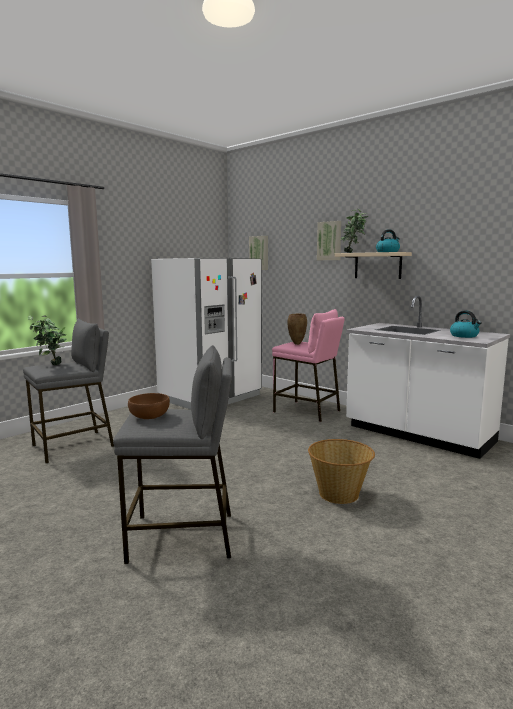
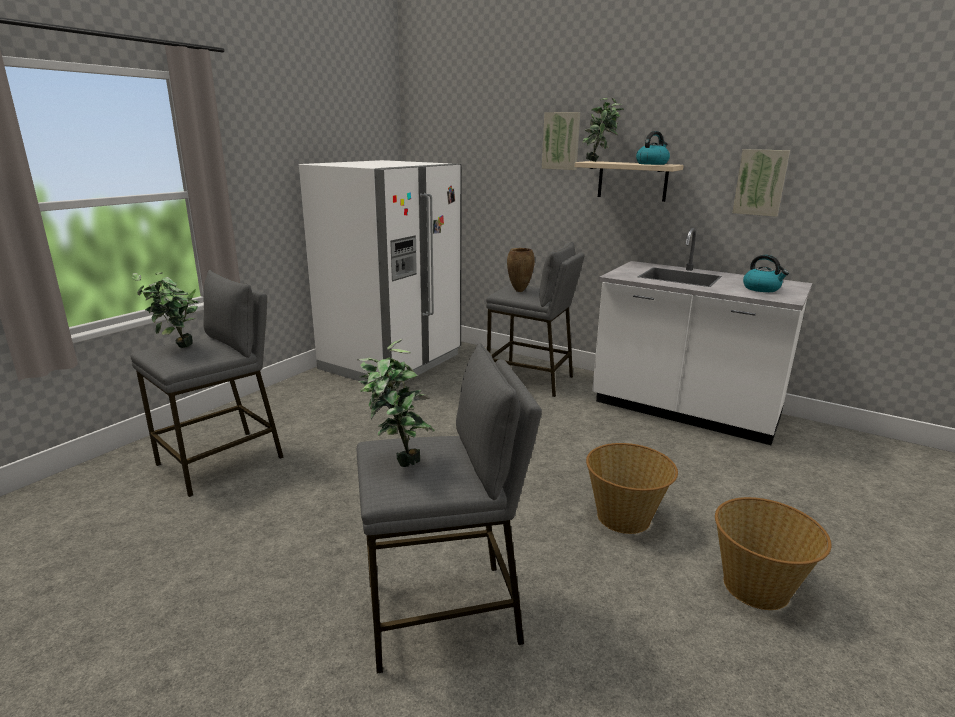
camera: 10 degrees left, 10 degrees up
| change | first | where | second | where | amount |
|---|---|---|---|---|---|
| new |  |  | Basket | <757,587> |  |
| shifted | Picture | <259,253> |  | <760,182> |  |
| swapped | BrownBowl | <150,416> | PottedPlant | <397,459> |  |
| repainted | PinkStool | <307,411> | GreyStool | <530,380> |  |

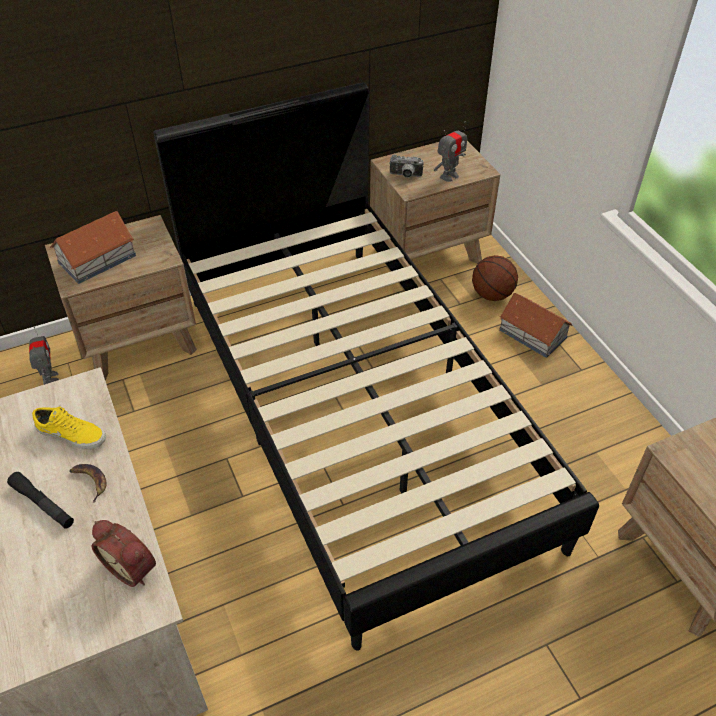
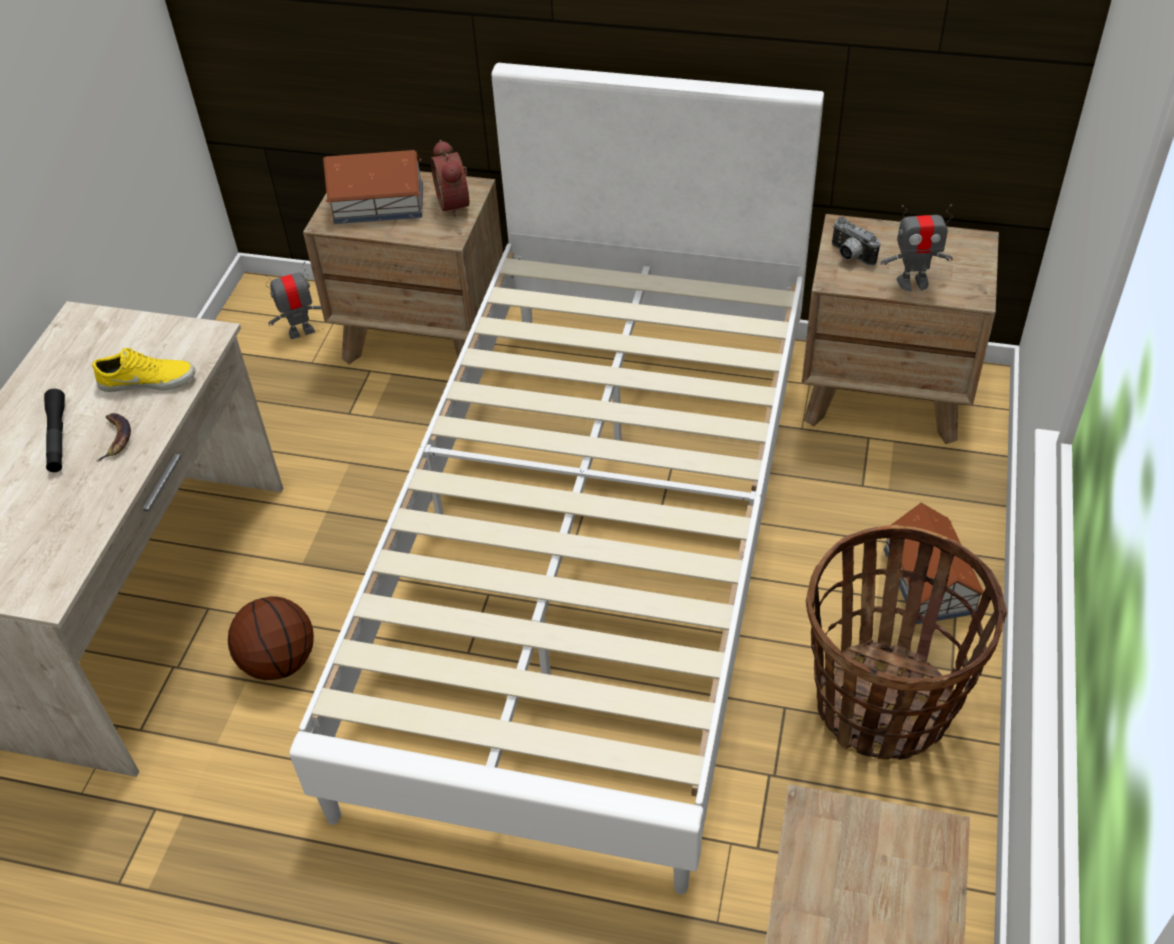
camera: 40 degrees right, 0 degrees up
| change | first | where | second | where | amount |
|---|---|---|---|---|---|
| new |  |  | Basket | <882,705> |  |
| shifted | AlarmClock | <132,566> |  | <456,203> |  |
| shifted | Basketball | <492,294> |  | <280,662> |  |
| repainted | BlackBed | <357,410> | WhiteBed | <592,550> |  |
| rotated | ToyRobot | <50,378> |  | <301,331> | 135 degrees counterclockwise |
| rotated | YellowShoe | <73,433> |  | <148,380> | 60 degrees counterclockwise |

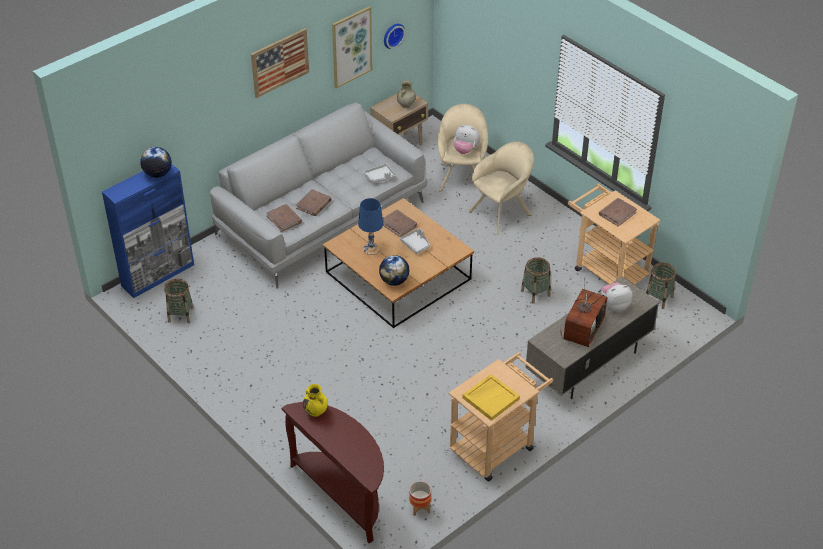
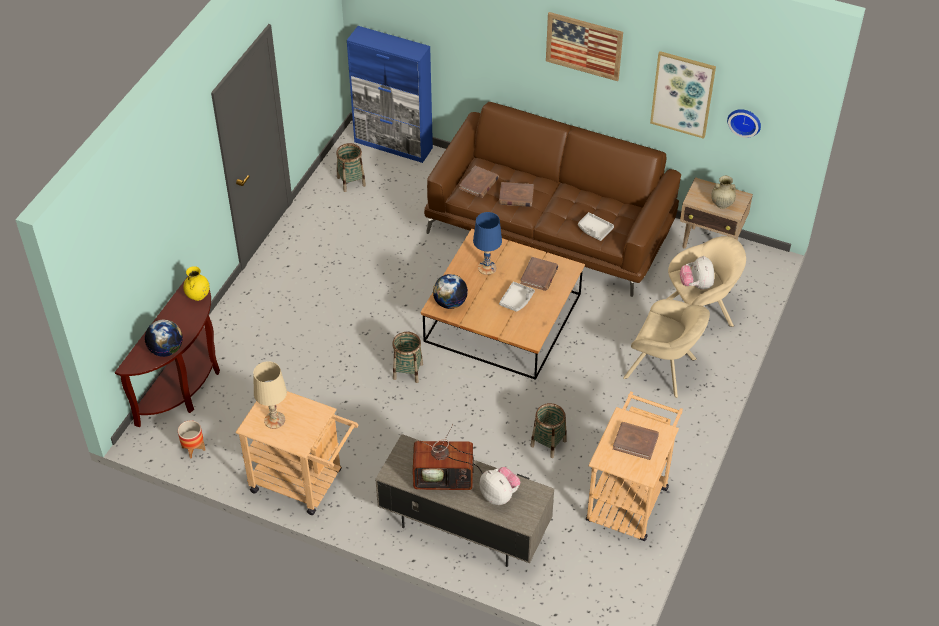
camera: 65 degrees right, 5 degrees up
| change | first | where | second | where | amount |
|---|---|---|---|---|---|
| shifted | Globe | <158,174> |  | <166,350> |  |
| shifted | Basket | <658,298> |  | <408,371> |  |
| swapped | YellowTray | <491,398> | BeigeTableLamp | <275,420> |  |
| repainted | GreySofa | <322,217> | BrownSofa | <551,226> |  |

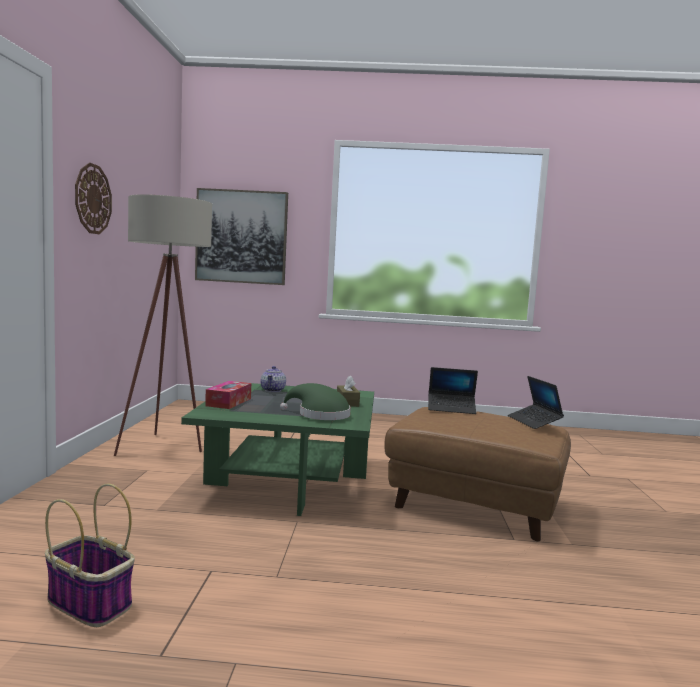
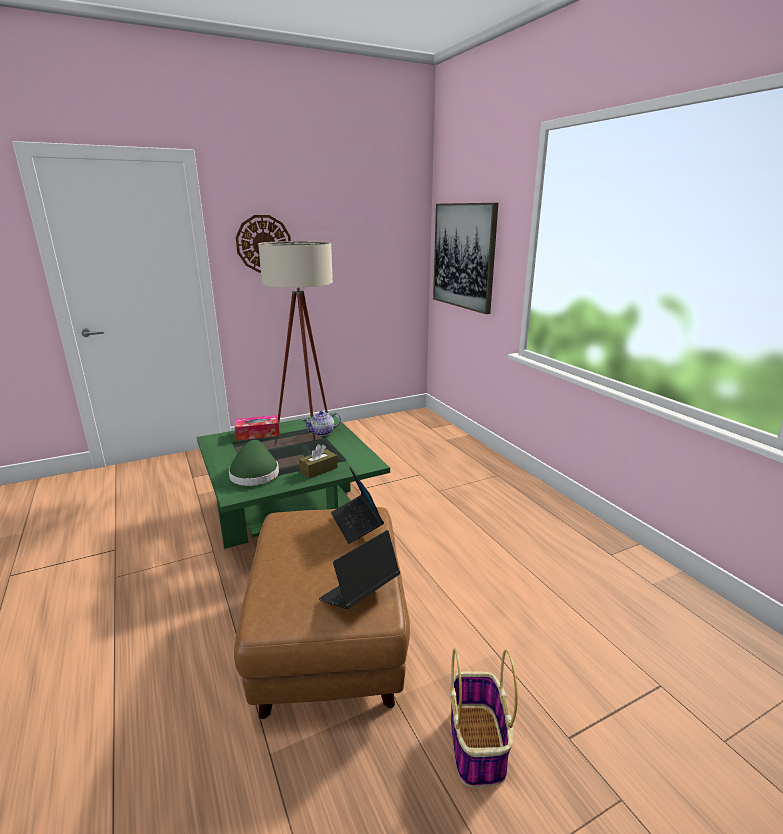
camera: 60 degrees right, 15 degrees up
| change | first | where | second | where | amount |
|---|---|---|---|---|---|
| shifted | Basket | <91,603> |  | <477,745> |  |

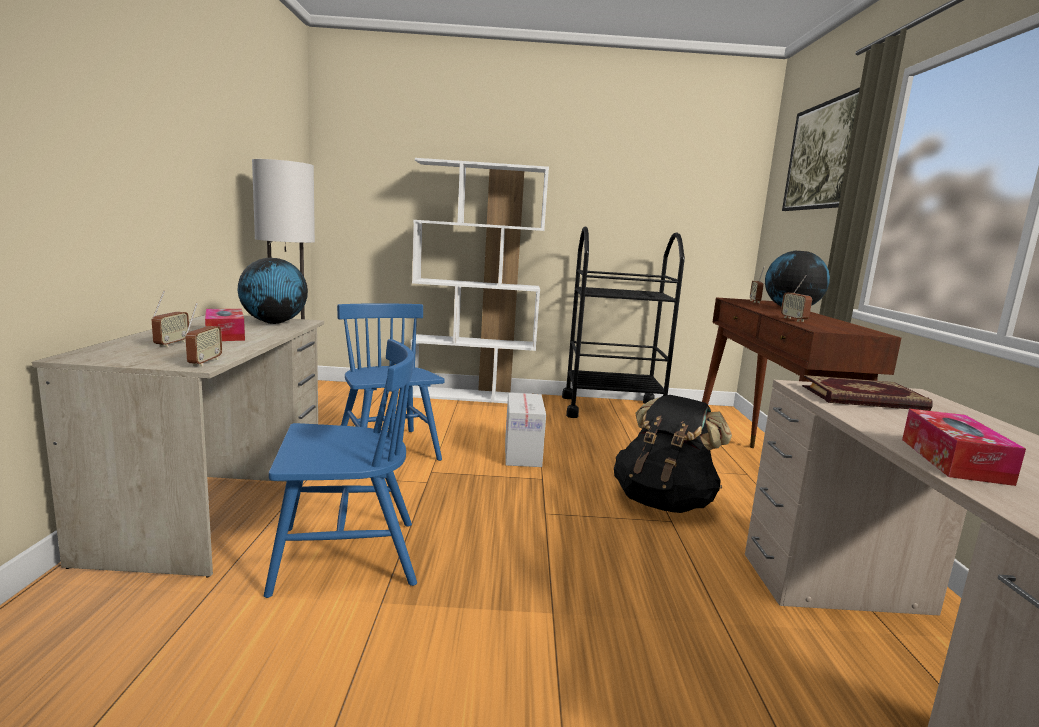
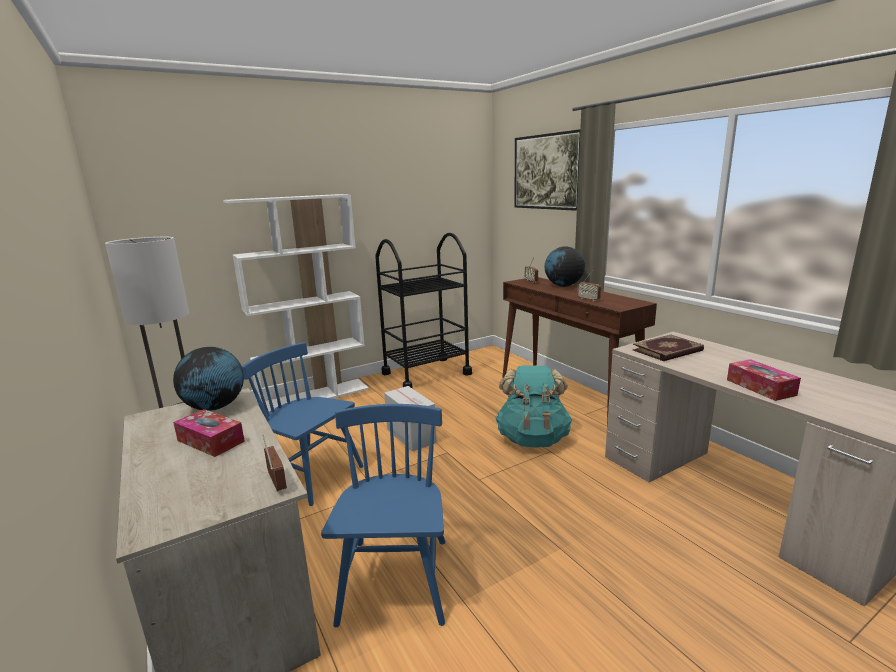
camera: 30 degrees left, 5 degrees up
| change | first | where | second | where | amount |
|---|---|---|---|---|---|
| gone | Radio | <171,344> |  |  |  |
| repainted | BlackBackpack | <664,502> | TurquoiseBackpack | <533,439> |  |
| rotated | BlueChair | <345,556> |  | <396,581> | 45 degrees counterclockwise |

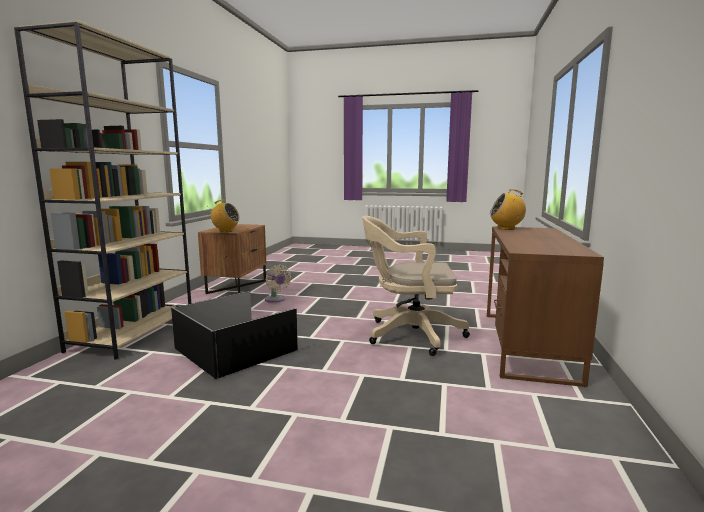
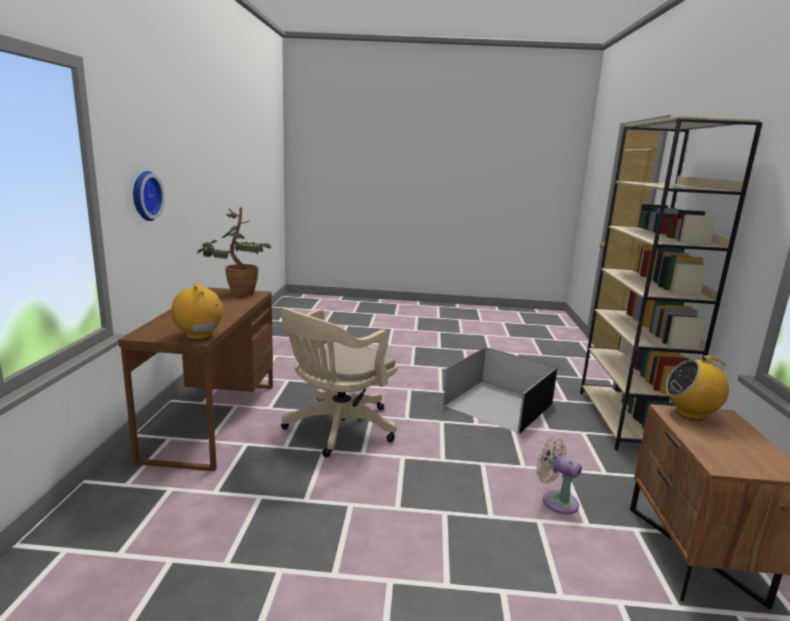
camera: 170 degrees right, 5 degrees up
| change | first | where | second | where | amount |
|---|---|---|---|---|---|
| new |  |  | WallClock | <144,195> |  |
| new |  |  | PottedPlant | <237,292> |  |
| rotated | BeigeOfficeChair | <409,334> |  | <336,429> | 135 degrees clockwise |
| rotated | Radio | <506,228> |  | <199,336> | 120 degrees counterclockwise |

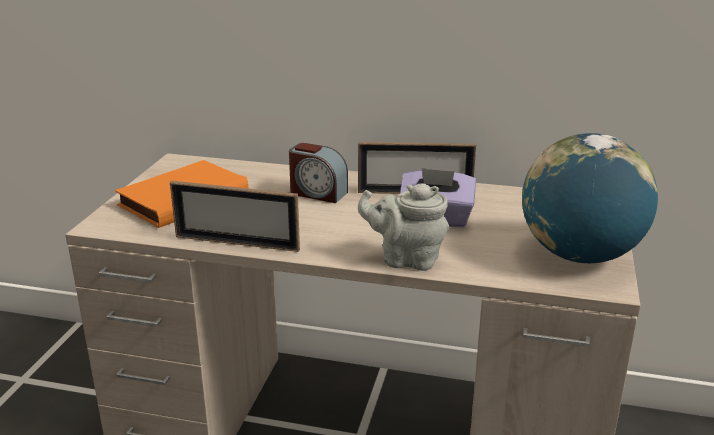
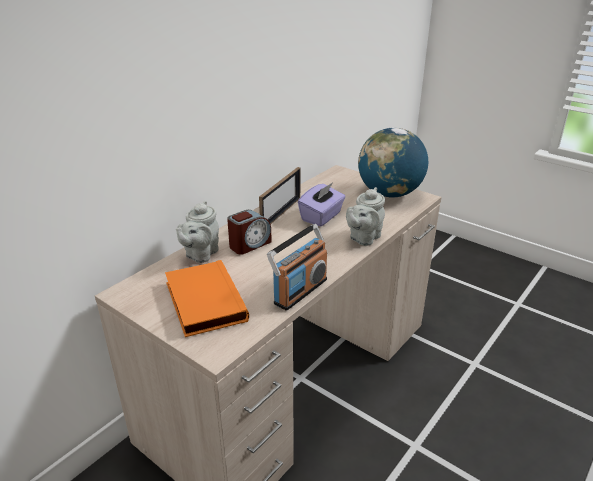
camera: 65 degrees left, 5 degrees up
| change | first | where | second | where | amount |
|---|---|---|---|---|---|
| new |  |  | GreyTeapot | <200,255> |  |
| swapped | PictureFrame | <237,243> | Radio | <300,291> |  |

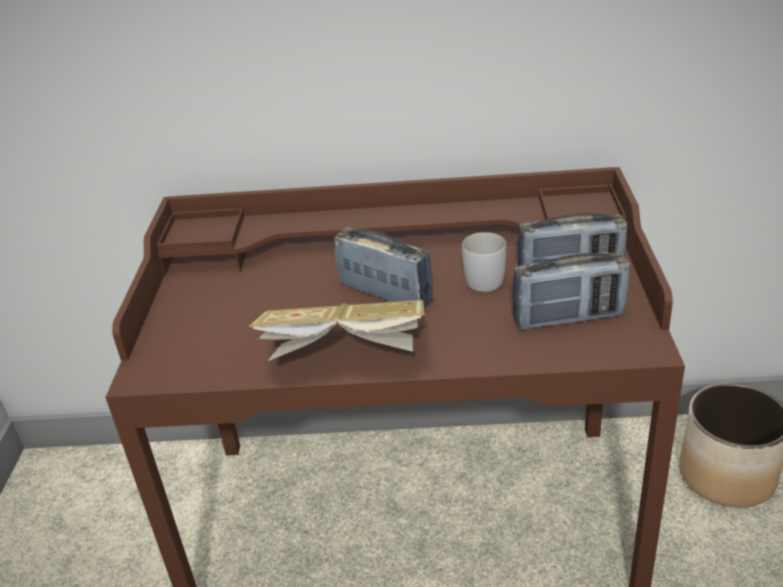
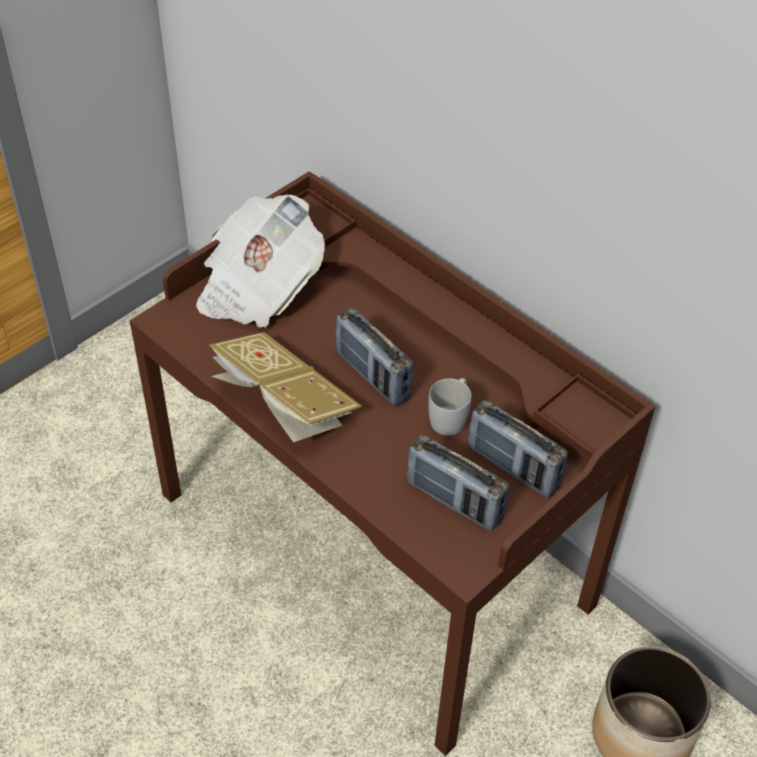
camera: 40 degrees right, 15 degrees up
| change | first | where | second | where | amount |
|---|---|---|---|---|---|
| new |  |  | Newspaper | <258,287> |  |
| rotated | Radio | <385,294> |  | <372,376> | 150 degrees clockwise |

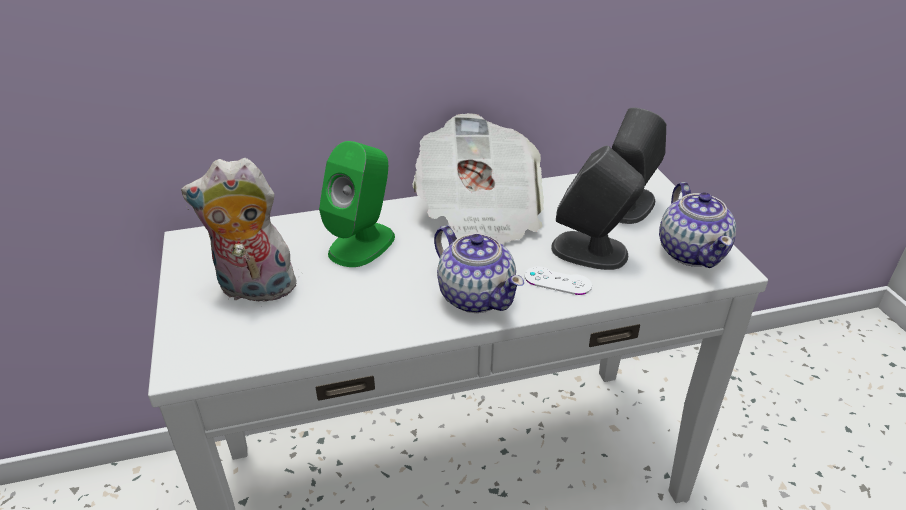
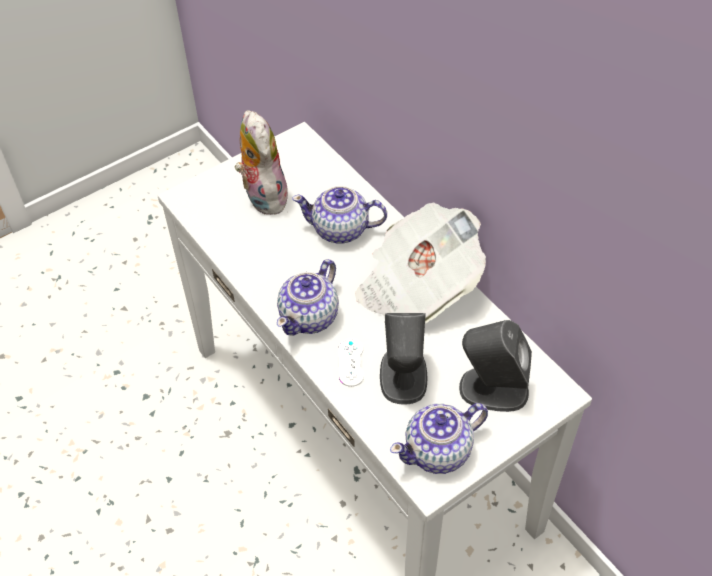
camera: 70 degrees right, 15 degrees up
| change | first | where | second | where | amount |
|---|---|---|---|---|---|
| swapped | GreenSpeaker | <362,244> | Teapot | <341,230> |  |

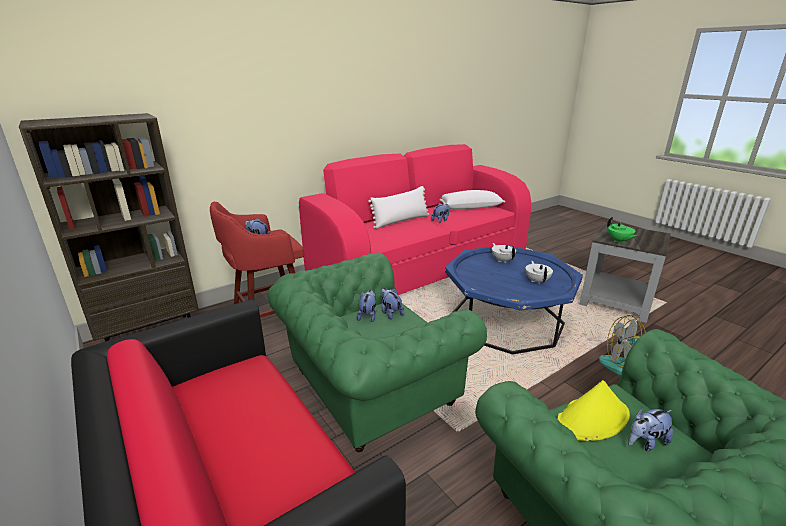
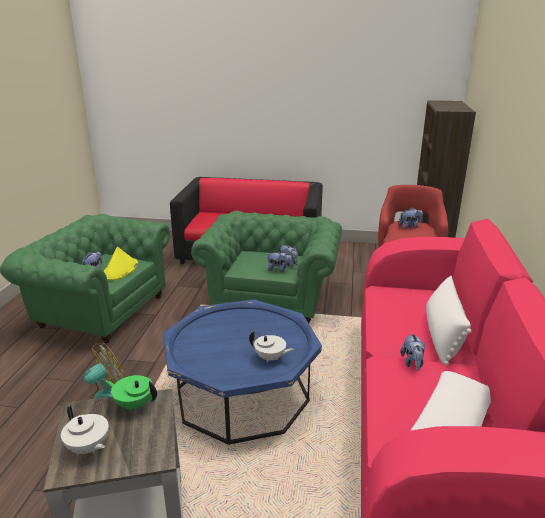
camera: 135 degrees right, 0 degrees up
| change | first | where | second | where | amount |
|---|---|---|---|---|---|
| shifted | WhiteTeapot | <537,281> |  | <88,448> |  |

